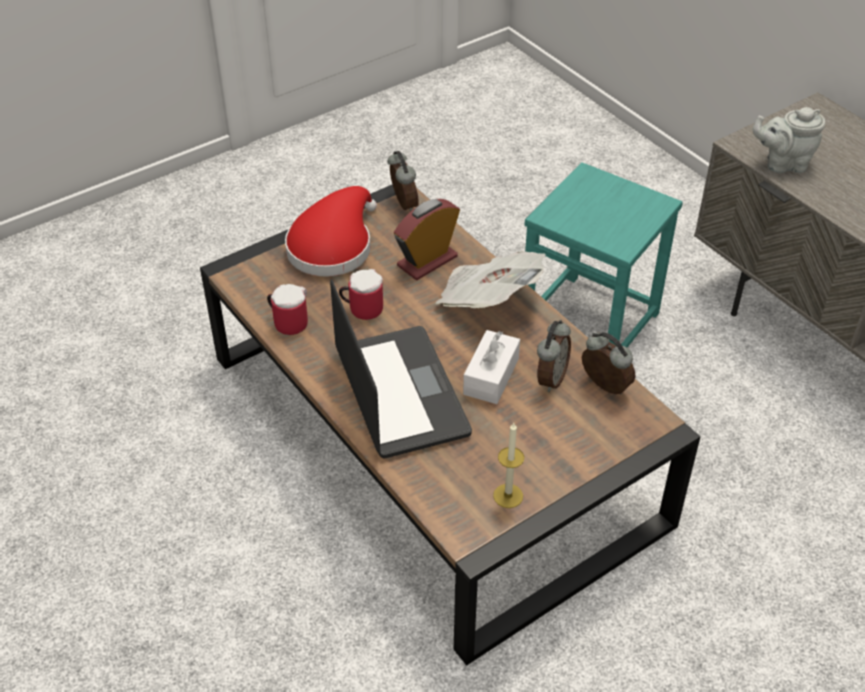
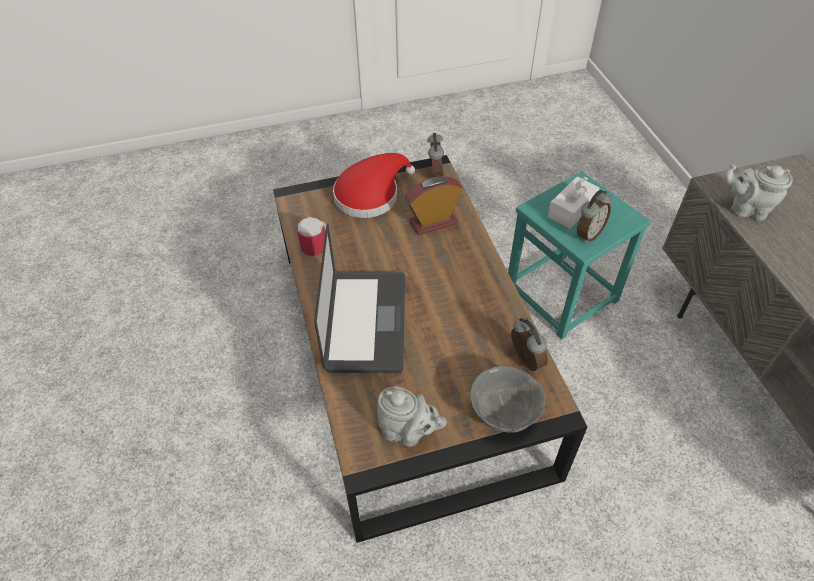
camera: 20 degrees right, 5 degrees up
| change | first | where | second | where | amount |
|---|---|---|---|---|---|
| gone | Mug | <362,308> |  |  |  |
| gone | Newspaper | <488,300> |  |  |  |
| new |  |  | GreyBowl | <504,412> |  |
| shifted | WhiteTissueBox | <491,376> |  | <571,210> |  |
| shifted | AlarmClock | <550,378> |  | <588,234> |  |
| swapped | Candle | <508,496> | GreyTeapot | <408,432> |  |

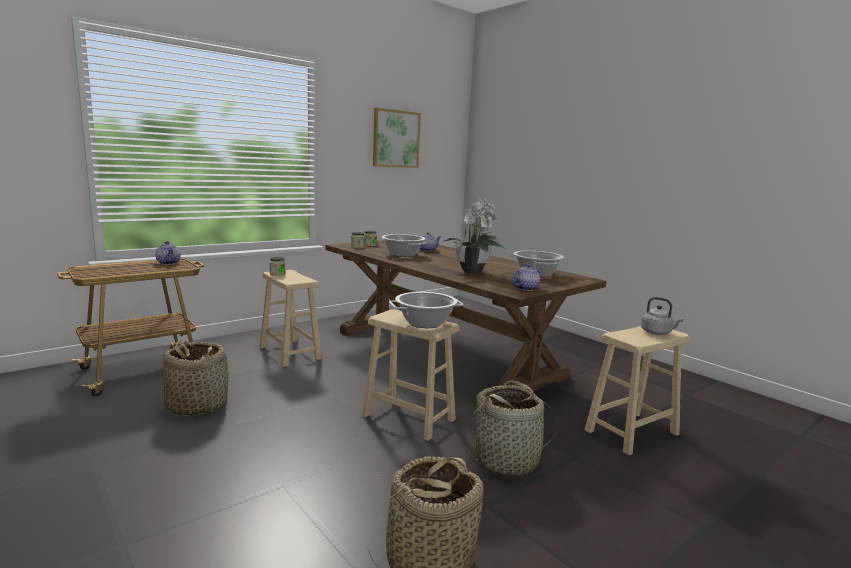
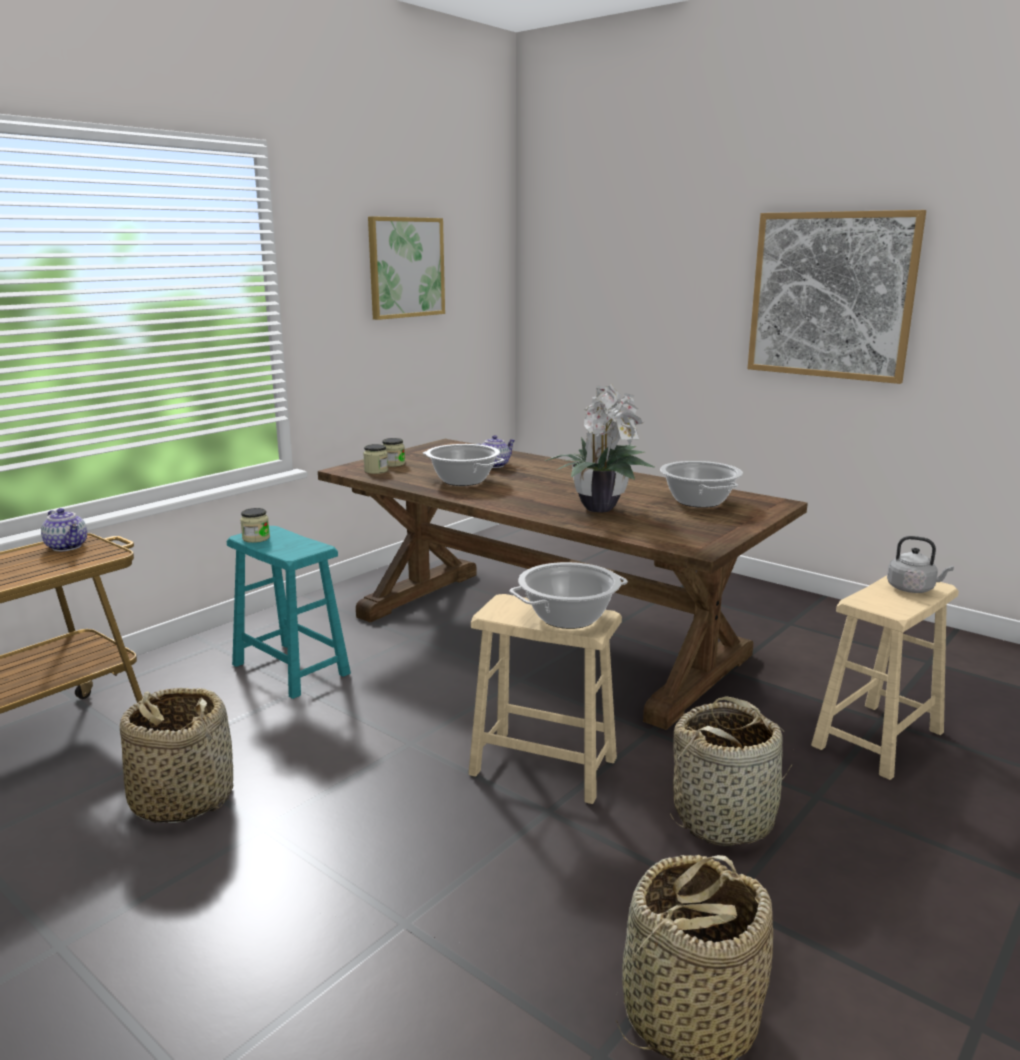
camera: 10 degrees left, 5 degrees up
| change | first | where | second | where | amount |
|---|---|---|---|---|---|
| gone | Teapot | <525,288> |  |  |  |
| new |  |  | Picture | <831,295> |  |
| repainted | BeigeStool | <289,353> | TurquoiseStool | <290,669> |  |

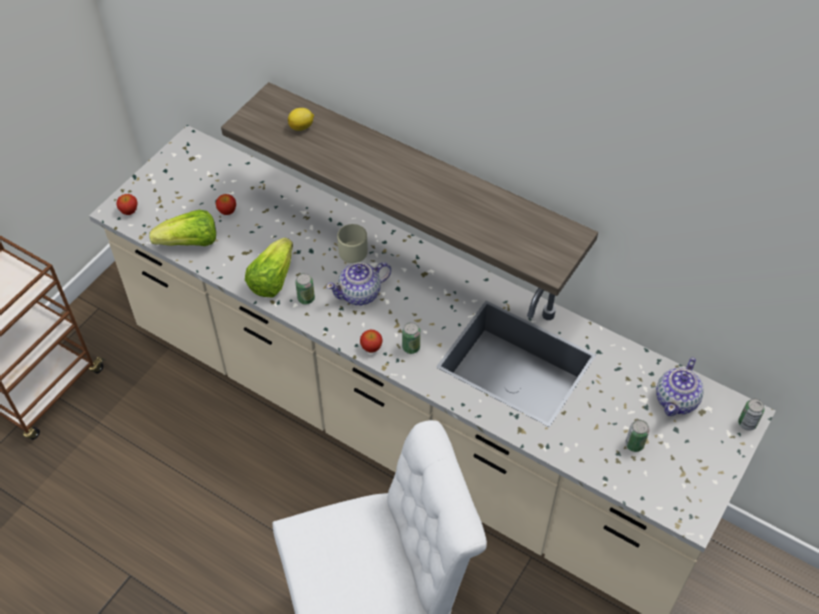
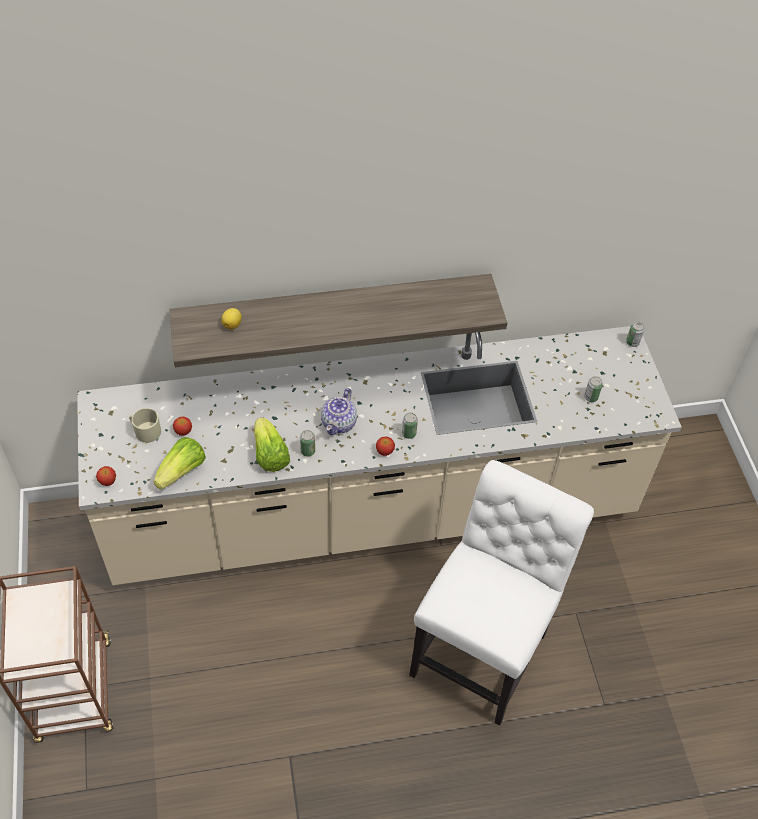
camera: 45 degrees left, 0 degrees up
| change | first | where | second | where | amount |
|---|---|---|---|---|---|
| gone | Teapot | <677,400> |  |  |  |
| shifted | BeigeMug | <351,249> |  | <145,430> |  |

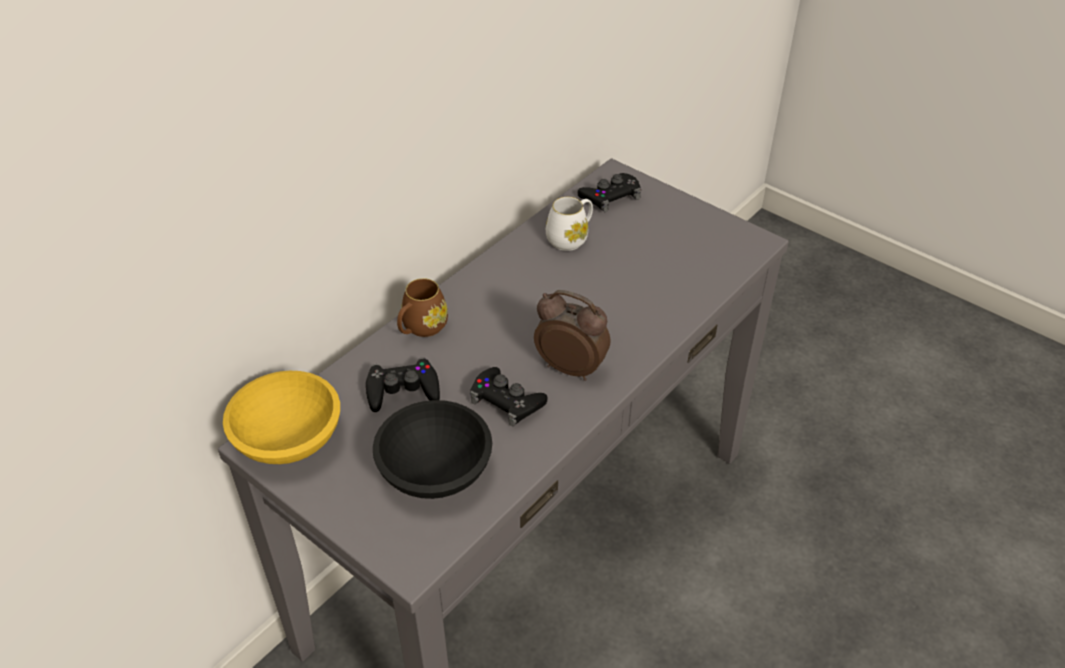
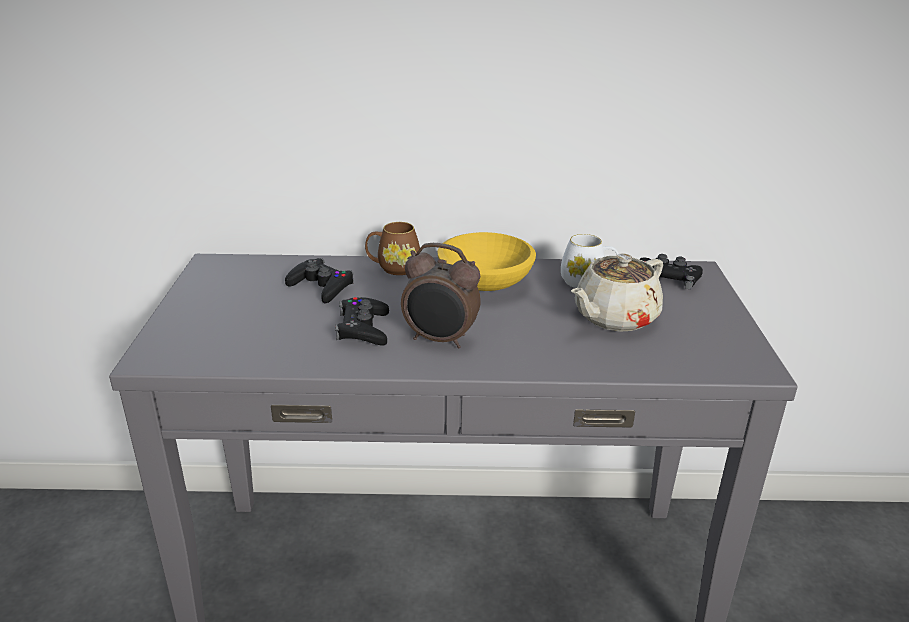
camera: 50 degrees right, 15 degrees down
| change | first | where | second | where | amount |
|---|---|---|---|---|---|
| gone | BlackBowl | <437,470> |  |  |  |
| new |  |  | BeigeTeapot | <614,317> |  |
| shifted | YellowBowl | <287,438> |  | <484,282> |  |
| rotated | AlarmClock | <571,367> |  | <440,340> | 120 degrees clockwise |

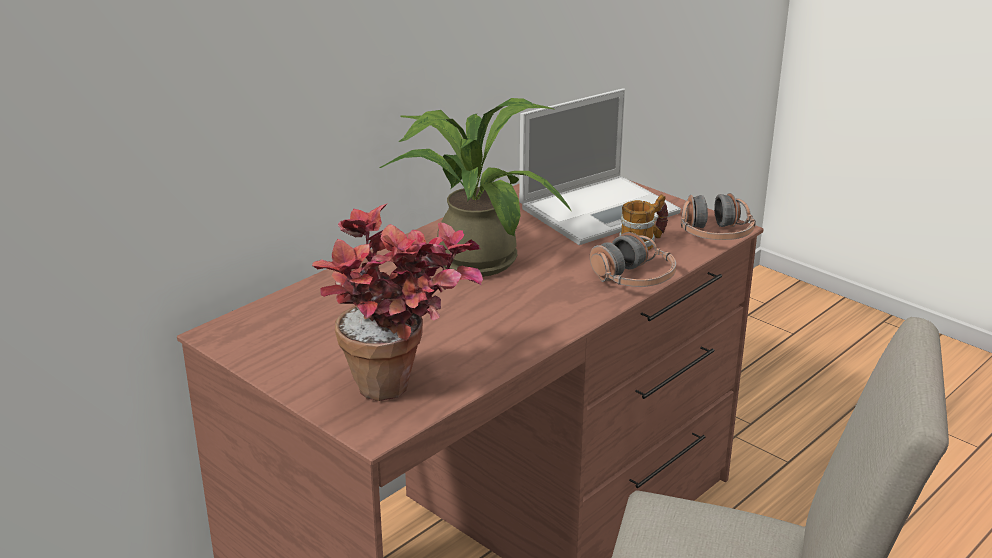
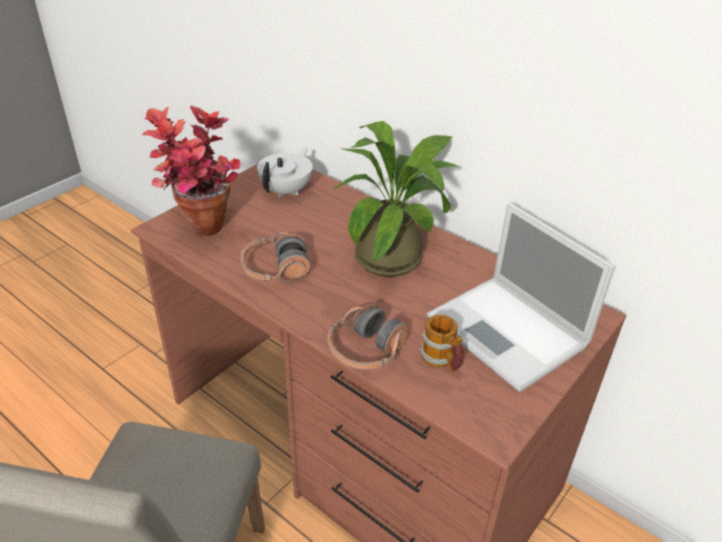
camera: 85 degrees right, 10 degrees up
| change | first | where | second | where | amount |
|---|---|---|---|---|---|
| new |  |  | WhiteTeapot | <287,191> |  |
| shifted | Headphones | <715,234> |  | <275,269> |  |

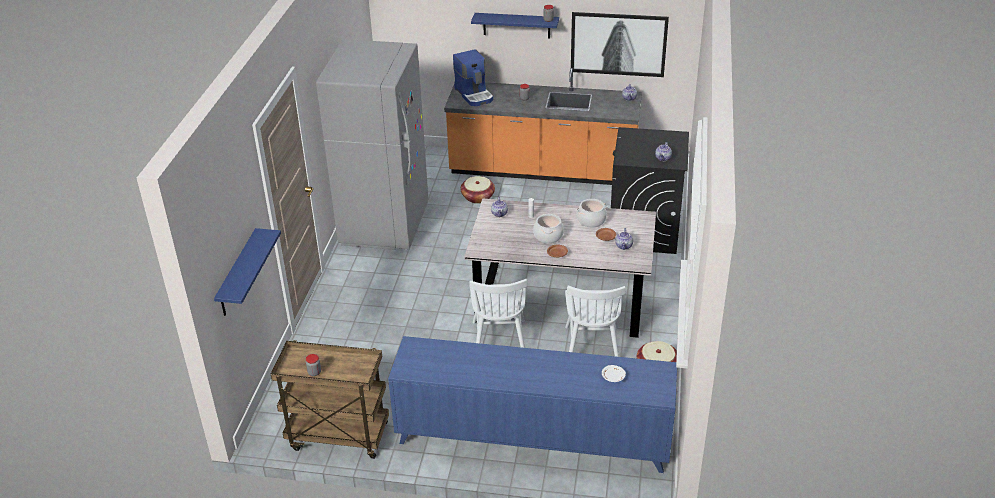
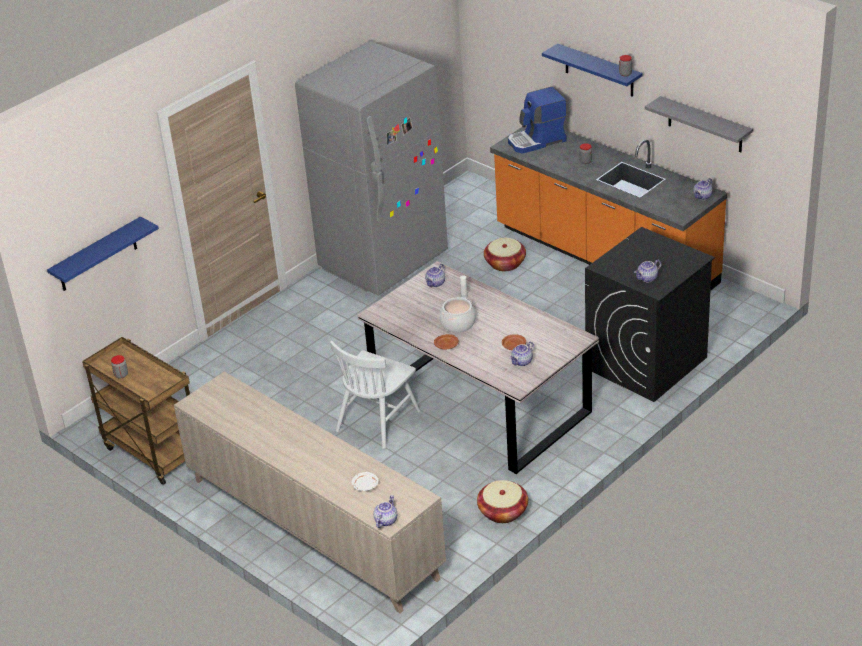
camera: 35 degrees right, 0 degrees up
| change | first | where | second | where | amount |
|---|---|---|---|---|---|
| gone | WhiteChair | <592,345> |  |  |  |
| gone | CookingPot | <591,220> |  |  |  |
| new |  |  | Teapot | <385,520> |  |
| swapped | Picture | <618,44> | GreyShelf | <705,125> |  |
| repainted | BlueCabinet | <533,439> | BeigeCabinet | <313,529> |  |
| rotated | CoffeeMachine | <474,94> |  | <537,141> | 60 degrees clockwise |

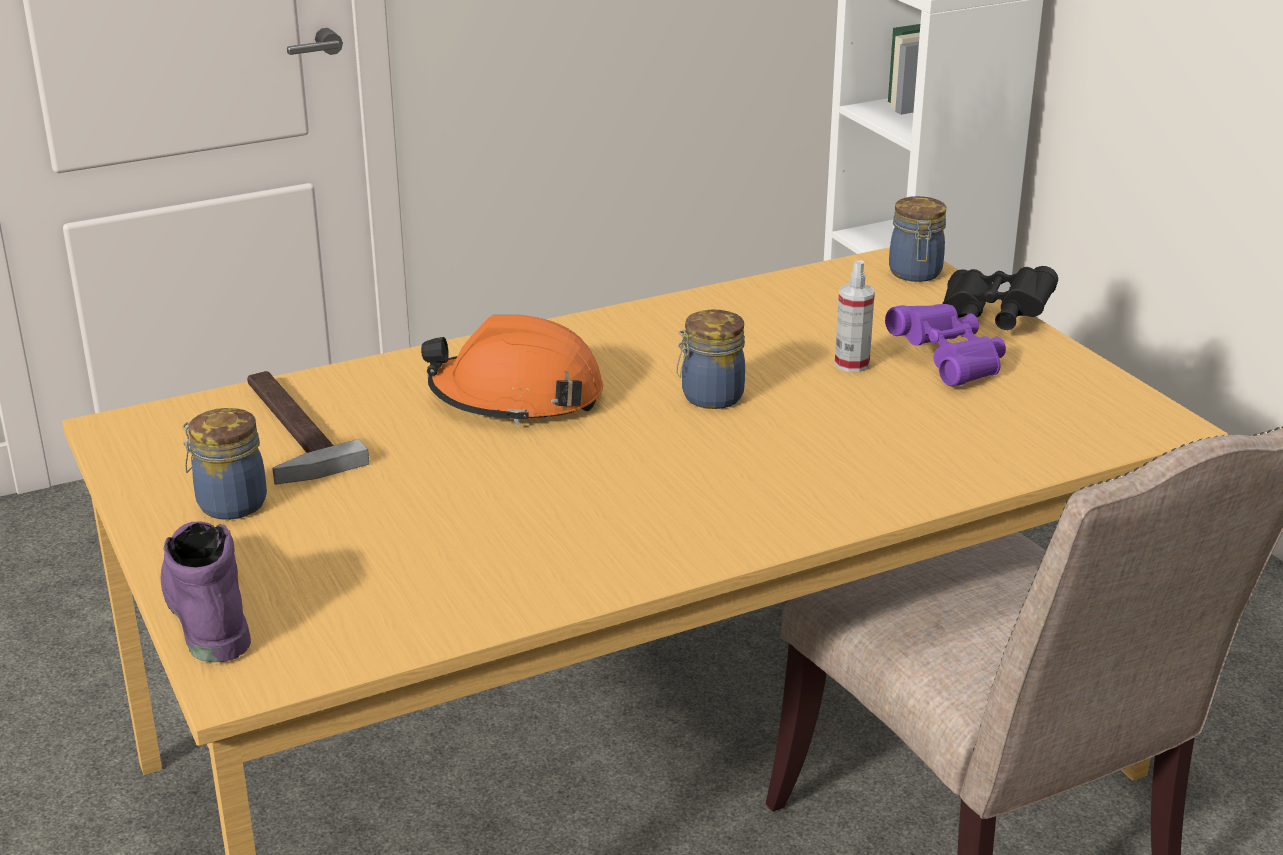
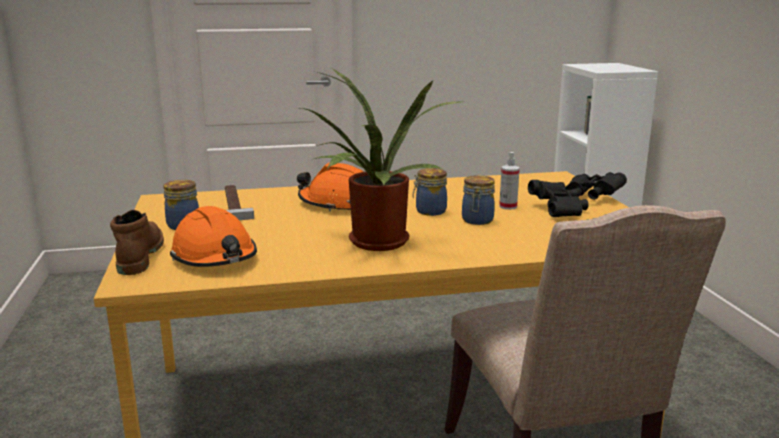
camera: 15 degrees right, 10 degrees down
| change | first | where | second | where | amount |
|---|---|---|---|---|---|
| new |  |  | OrangeHardHat | <215,257> |  |
| new |  |  | PottedPlant | <376,244> |  |
| shifted | Jar | <915,274> |  | <477,221> |  |
| repainted | PurpleBoot | <204,607> | BrownBoot | <139,256> |  |
| repainted | PurpleBinoculars | <949,363> | BlackBinoculars | <558,210> |  |

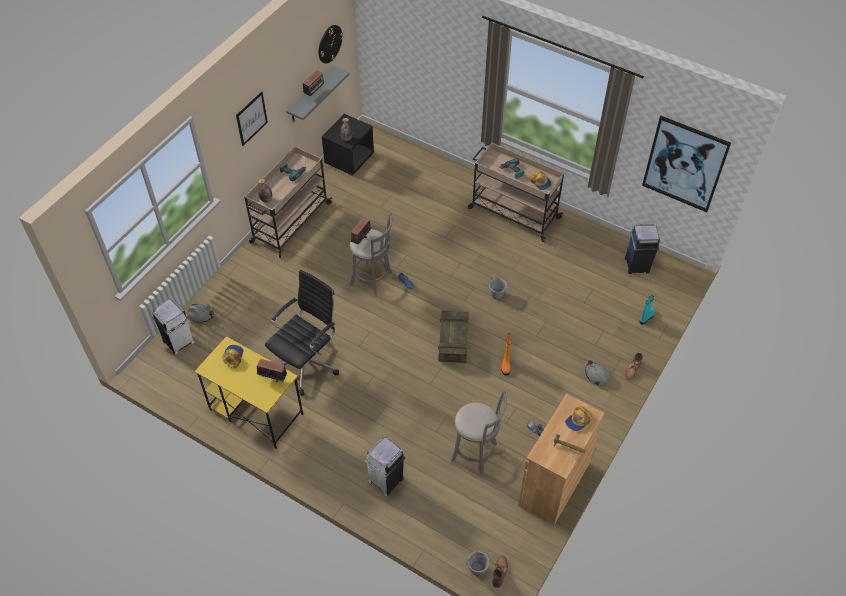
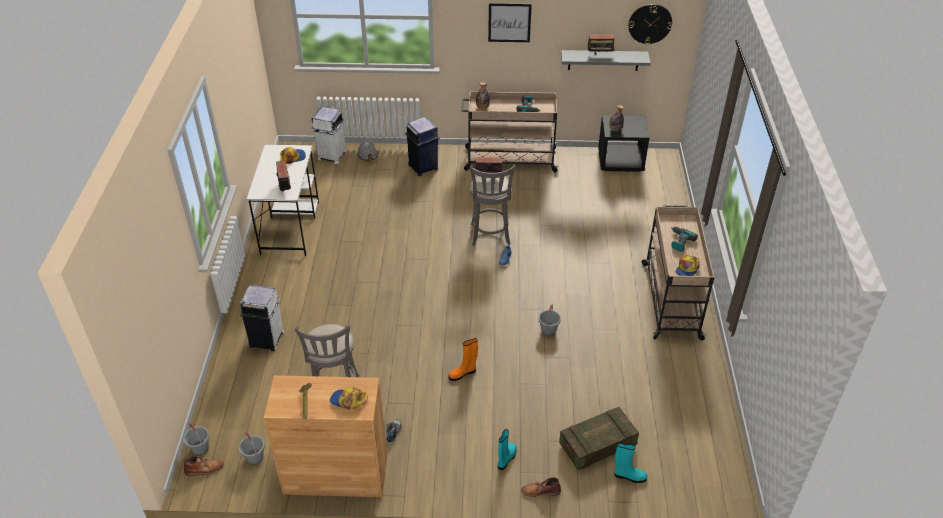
camera: 60 degrees right, 10 degrees down
| change | first | where | second | where | amount |
|---|---|---|---|---|---|
| gone | BlackOfficeChair | <307,363> |  |  |  |
| gone | Picture | <684,164> |  |  |  |
| new |  |  | GreyBucket | <254,458> |  |
| shifted | Crate | <453,342> |  | <597,445> |  |
| shifted | BlueTrashCan | <637,265> |  | <423,167> |  |
| swapped | GreyHardHat | <596,375> | TurquoiseBoot | <506,458> |  |
| repainted | YellowDesk | <255,411> | WhiteDesk | <290,227> |  |

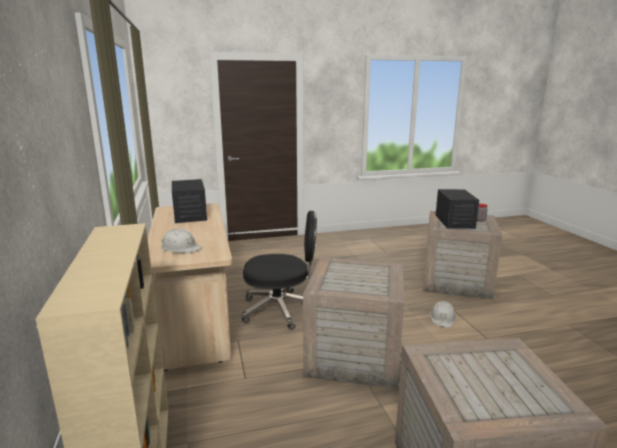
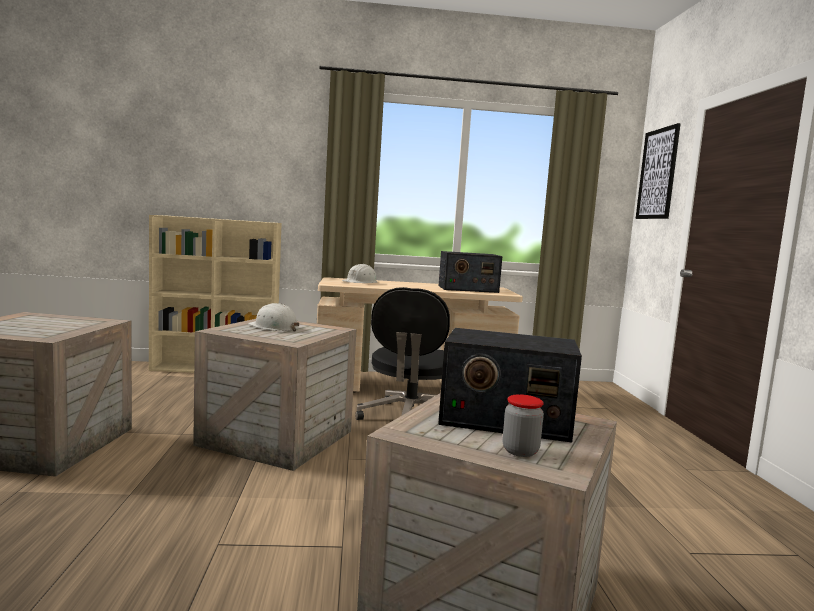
camera: 100 degrees right, 10 degrees down
| change | first | where | second | where | amount |
|---|---|---|---|---|---|
| new |  |  | Picture | <657,174> |  |
| shifted | WhiteHardHat | <443,318> |  | <274,327> |  |

